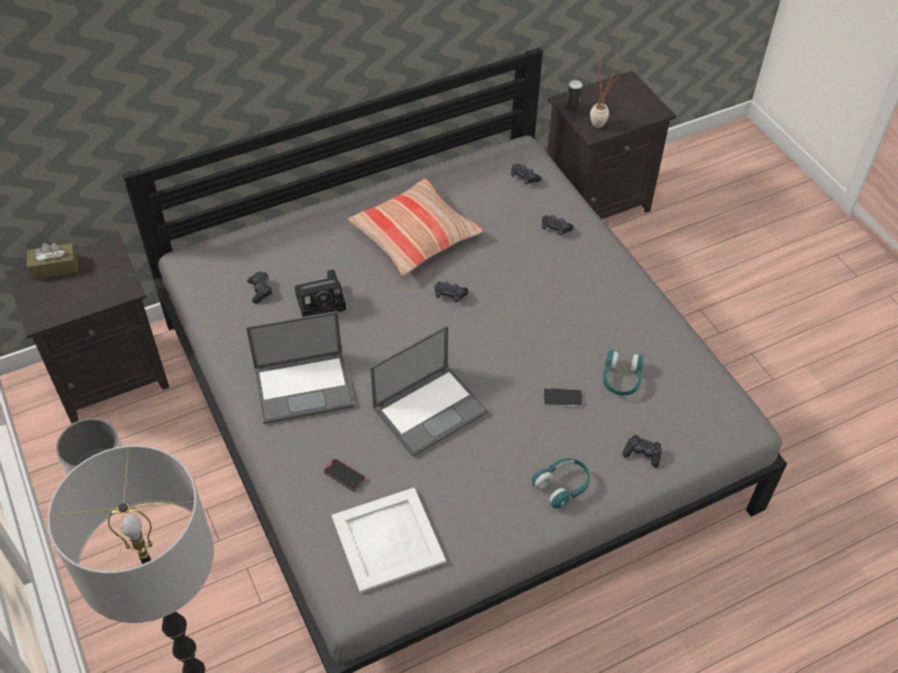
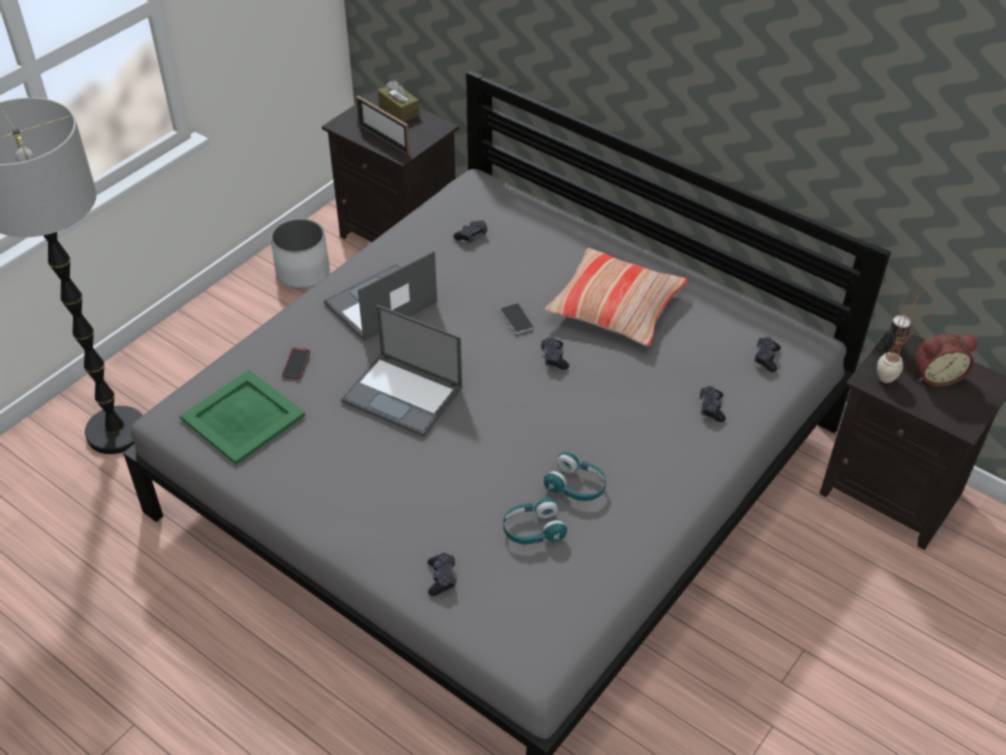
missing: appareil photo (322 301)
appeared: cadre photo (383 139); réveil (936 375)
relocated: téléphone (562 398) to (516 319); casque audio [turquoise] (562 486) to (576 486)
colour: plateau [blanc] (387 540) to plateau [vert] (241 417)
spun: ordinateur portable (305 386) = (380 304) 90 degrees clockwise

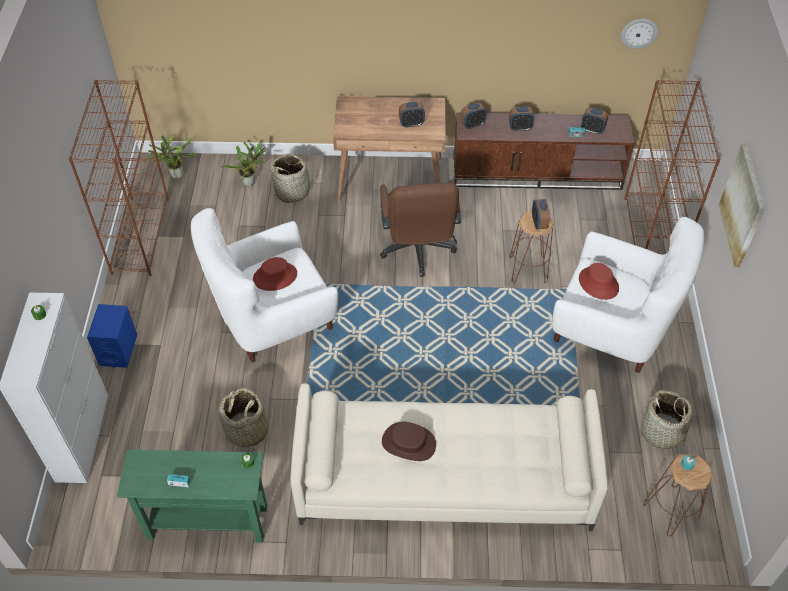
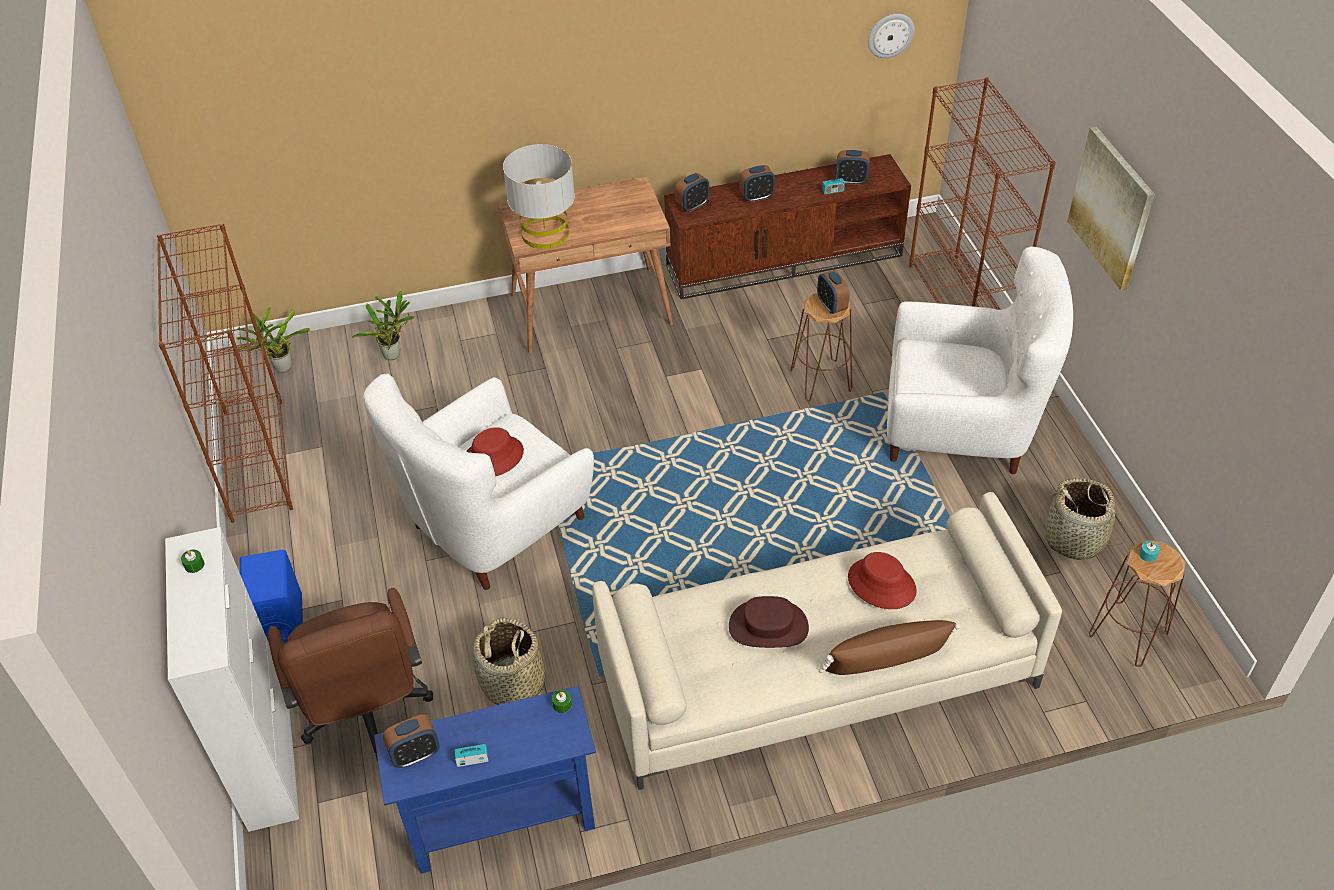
missing: panier (293 191)
appeared: lampe de table [gris] (545 234); coussin [marron] (884 661)
relocated: chaise de bureau [marron] (417 252) to (367 715); réveil (411 124) to (415 754); chapeau [rouge] (598 283) to (881 584)
colour: table console [vert] (207 522) to table console [bleu] (503 824)

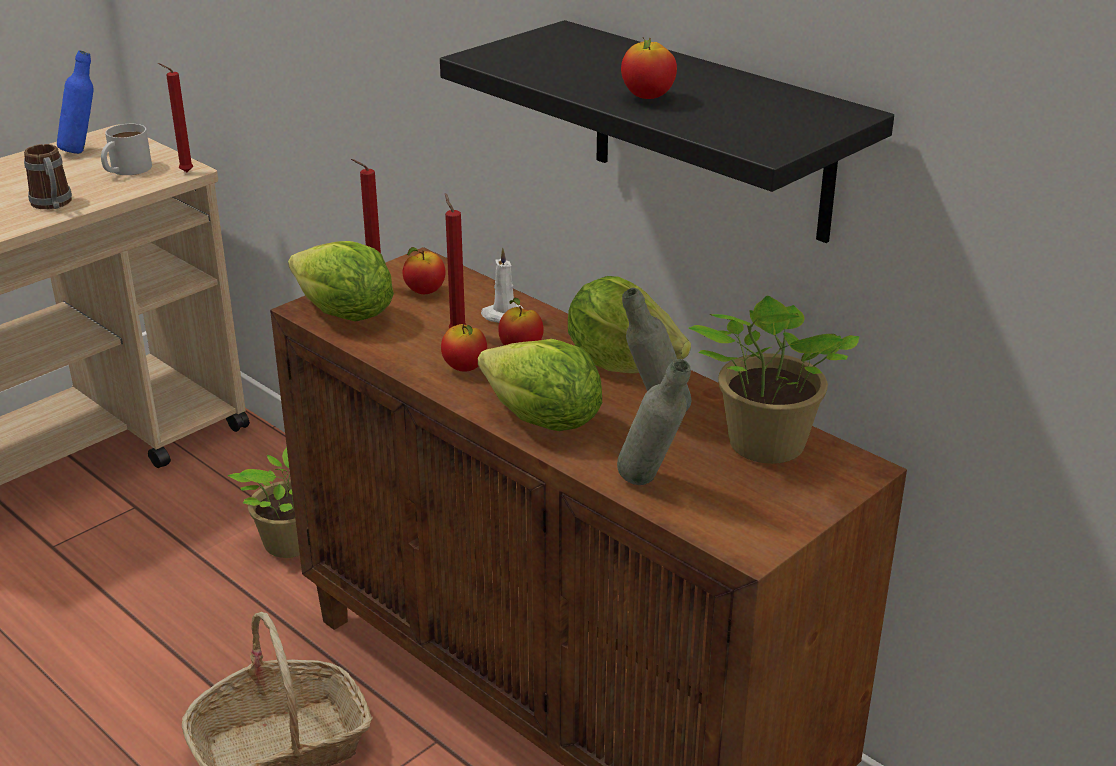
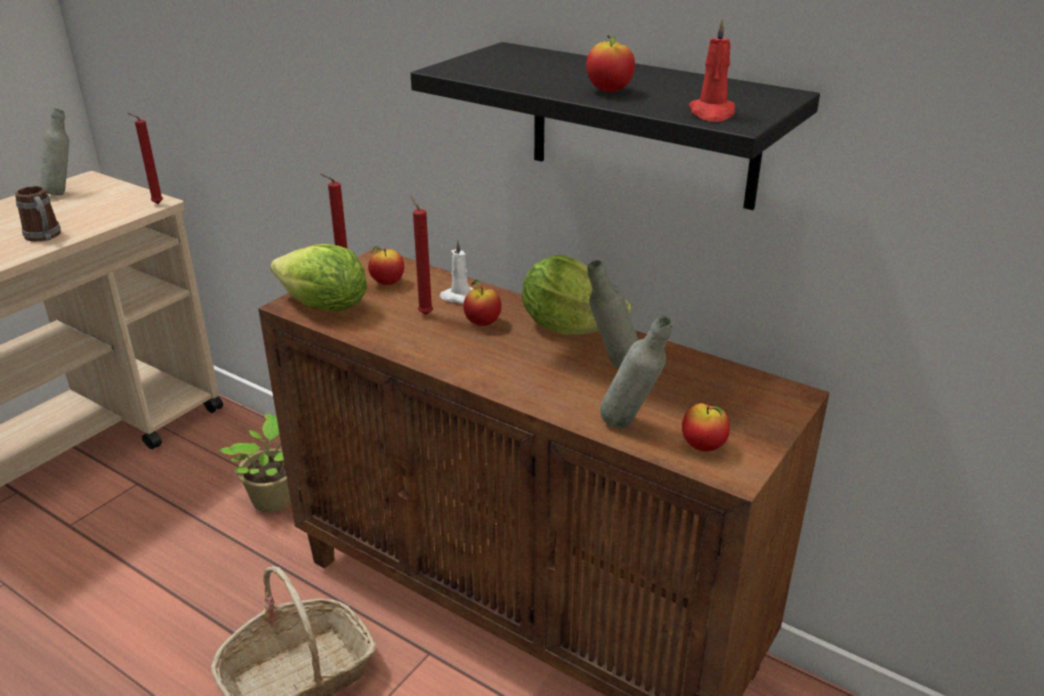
missing: mug [blanc] (125 170); laitue (542 421); plante en pot (762 447)
appeared: bougie [rouge] (712 114)
relocated: pomme (465 368) to (703 447)
colour: bouteille [bleu] (83 150) to bouteille [gris] (64 192)

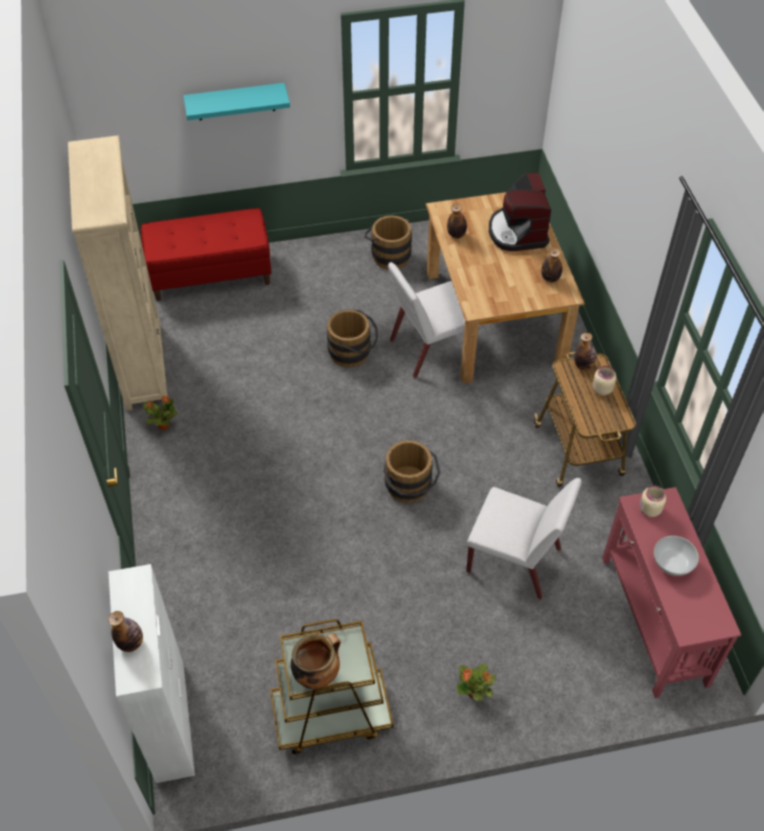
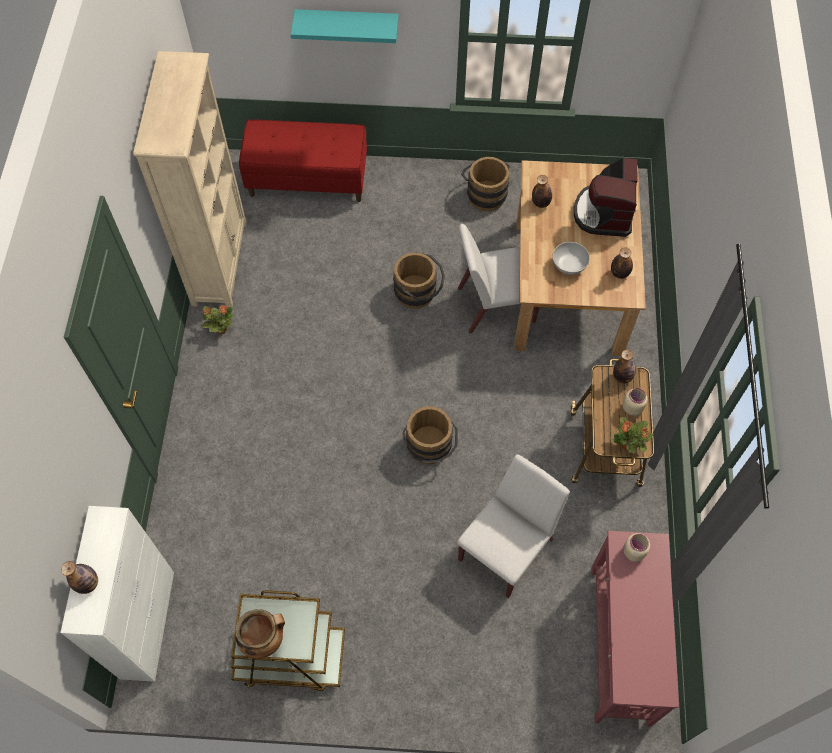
relocated: bol [blanc] (671 564) to (568 266); plante en pot (474 692) to (628 445)
spun: chaise [blanc] (515 560) = (506 548) 90 degrees counterclockwise

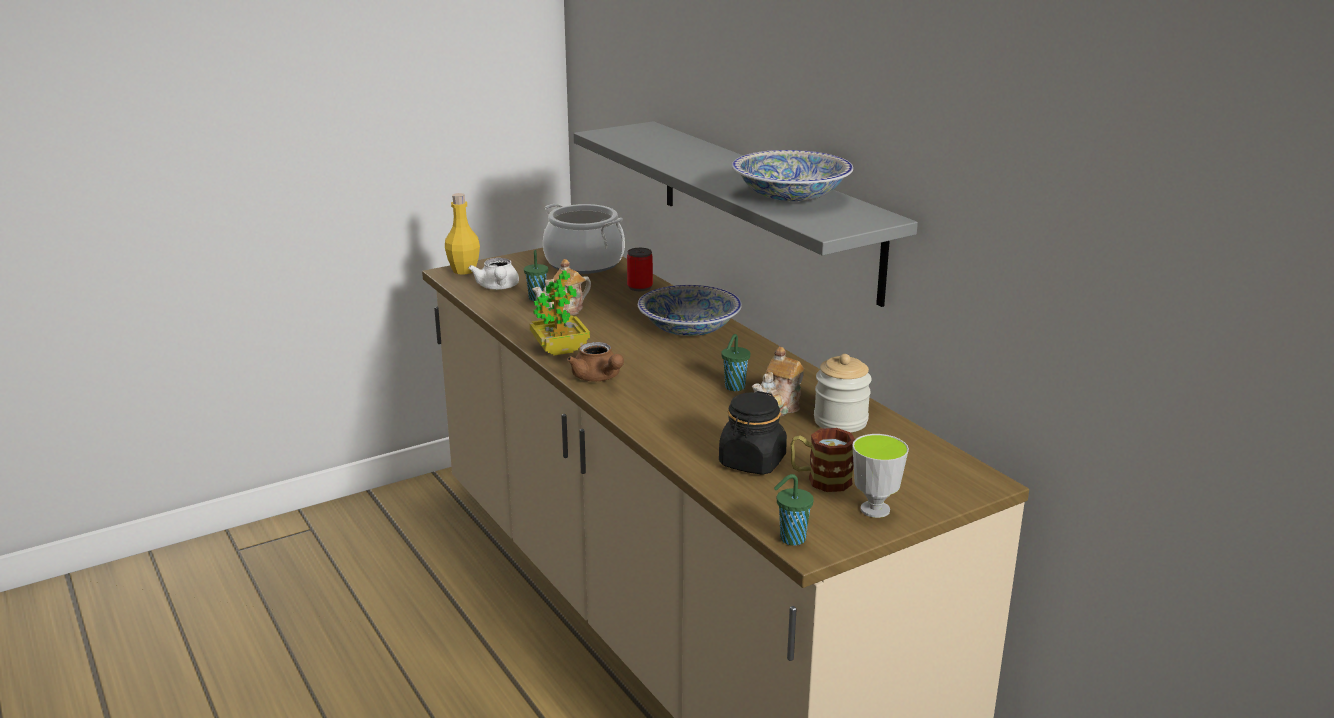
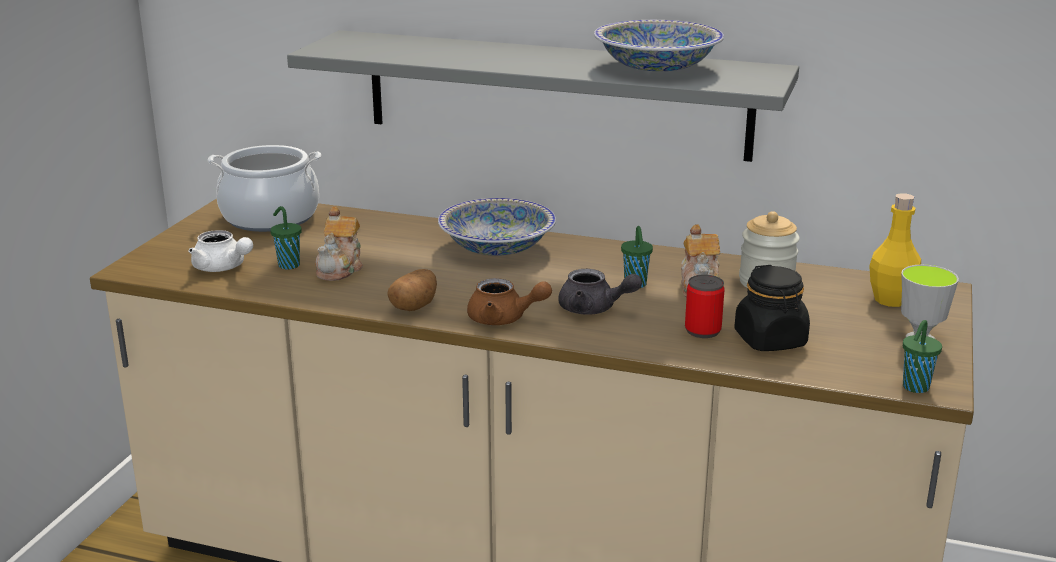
missing: mug (820 479)
appeared: théière [gris] (594 309)
relocated: boîte métallique (640 287) to (702 331); bouteille [jaune] (464 270) to (890 300)
exchanged: plante en pot (560 350) to pomme de terre (414 306)

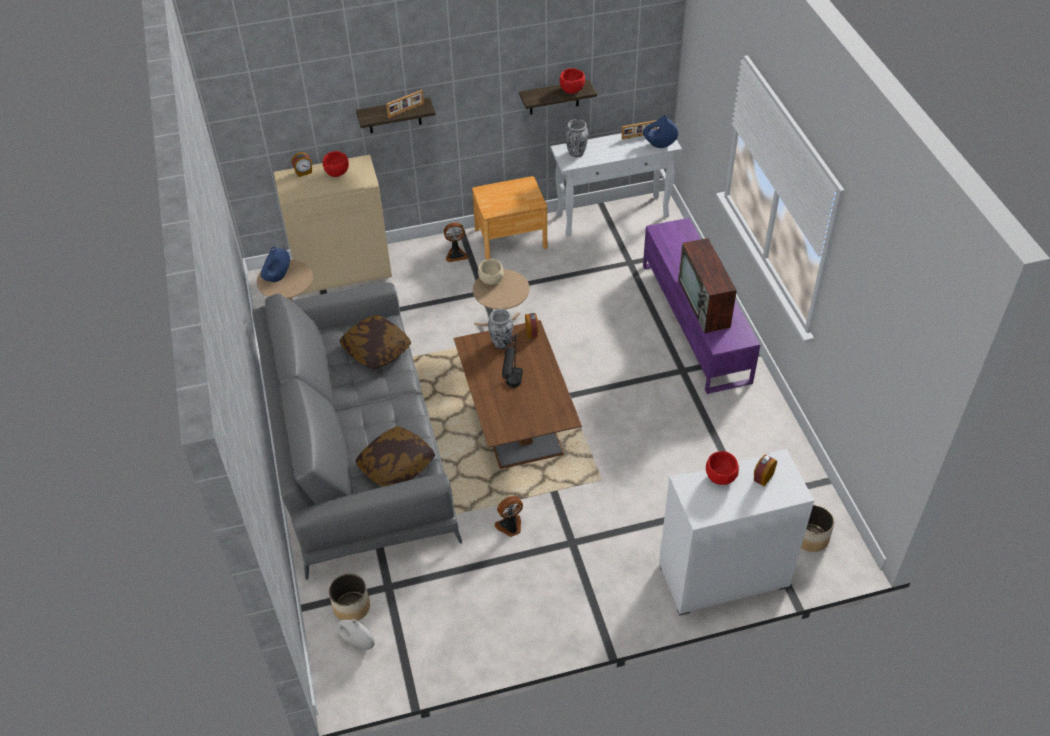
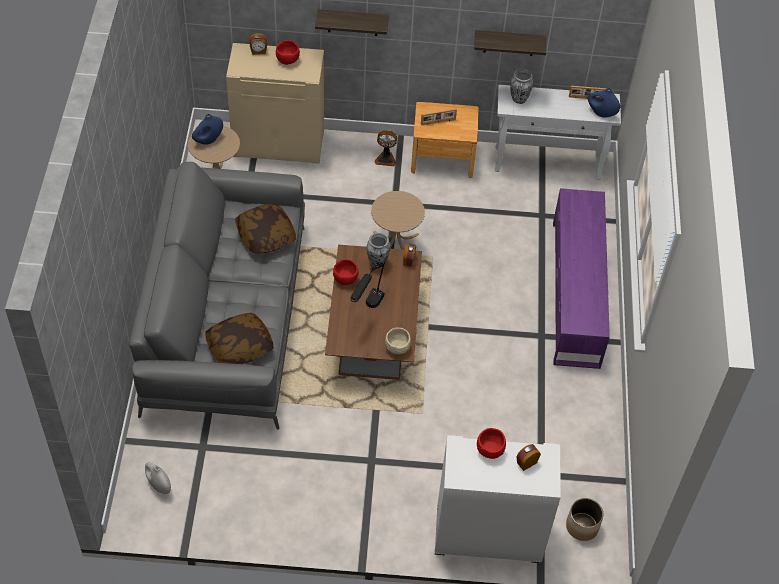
missing: cache-pot (351 607); ventilateur (510 526); téléviseur (704 304)
relocated: bol [rouge] (572 89) to (346 279); bol [beige] (490 280) to (397 347); cadre photo (406 111) to (438 122)

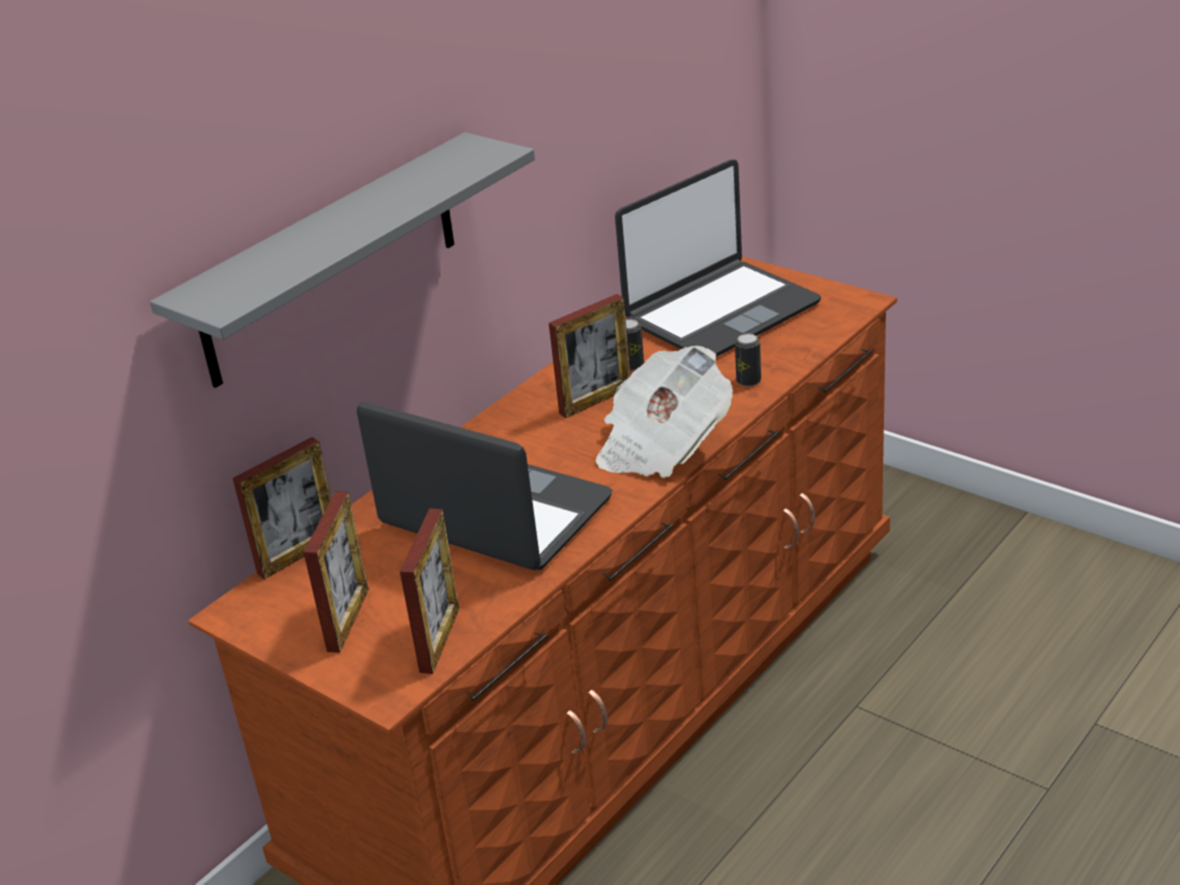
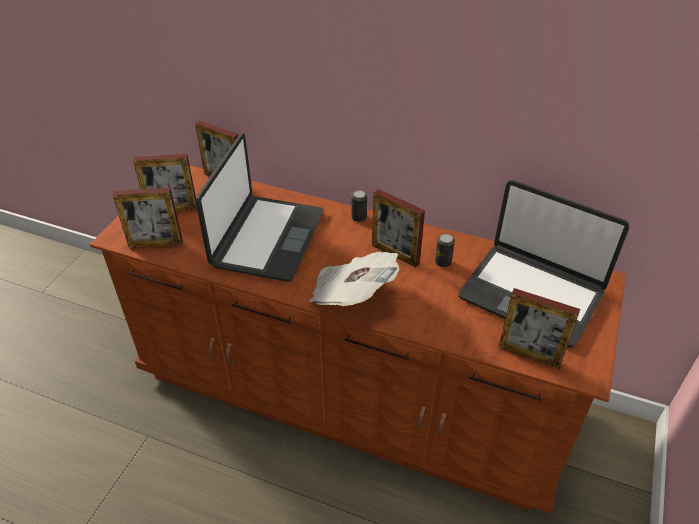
missing: étagère [gris] (330 261)
appeared: cadre photo (529 354)
relocated: boîte métallique (748 381) to (359 218)

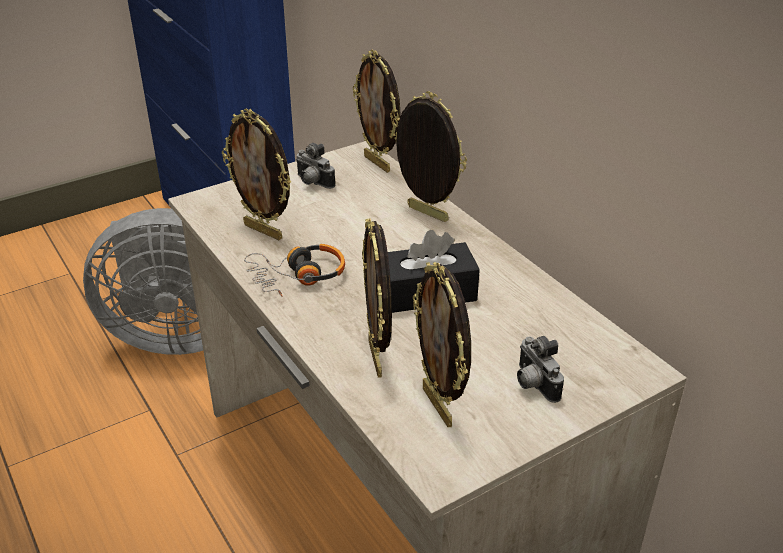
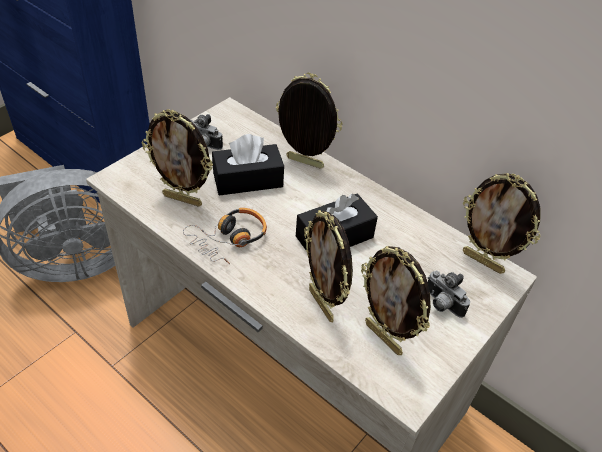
appeared: boîte à mouchoirs [noir] (248 180)
relocated: cadre photo (378 163) to (483 261)

